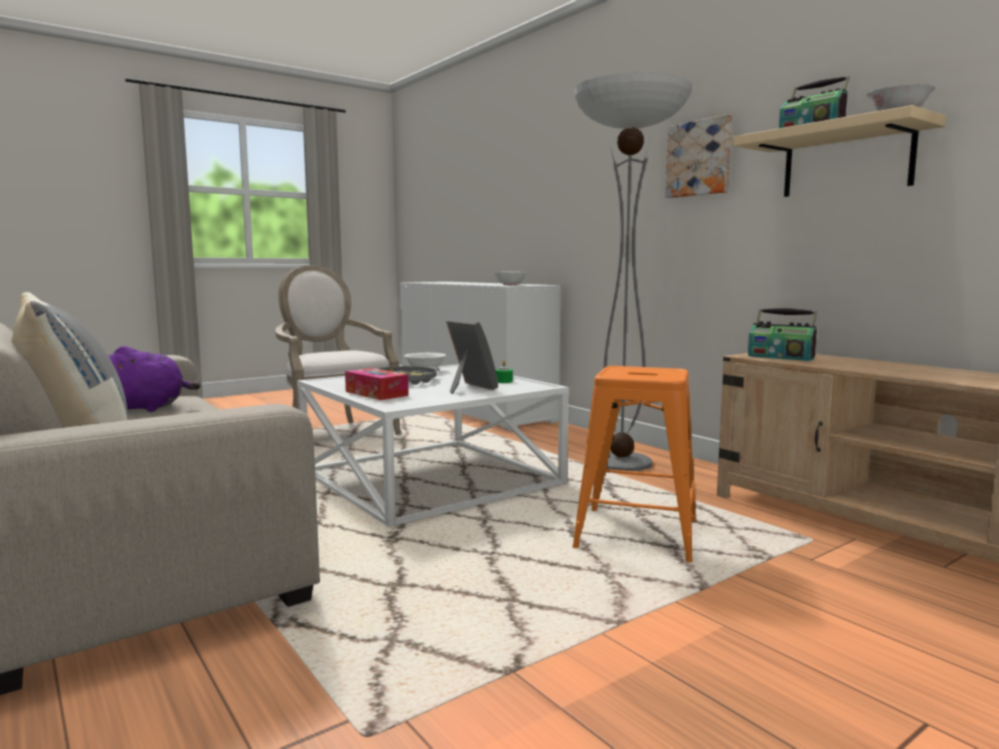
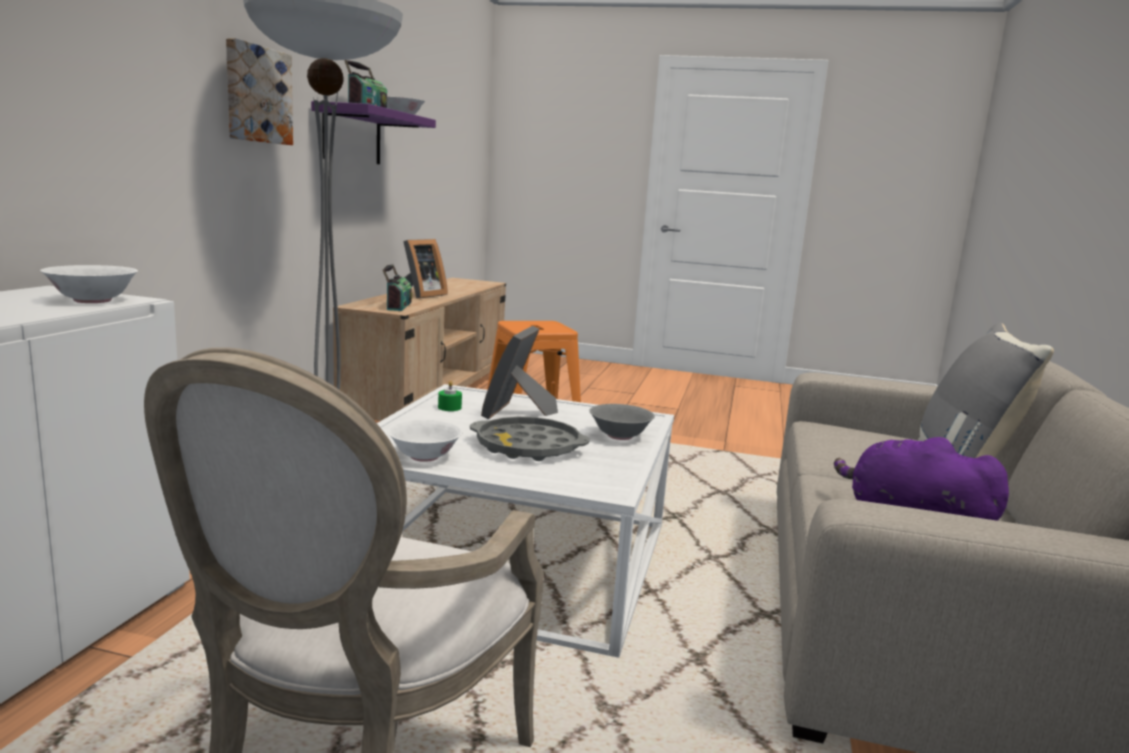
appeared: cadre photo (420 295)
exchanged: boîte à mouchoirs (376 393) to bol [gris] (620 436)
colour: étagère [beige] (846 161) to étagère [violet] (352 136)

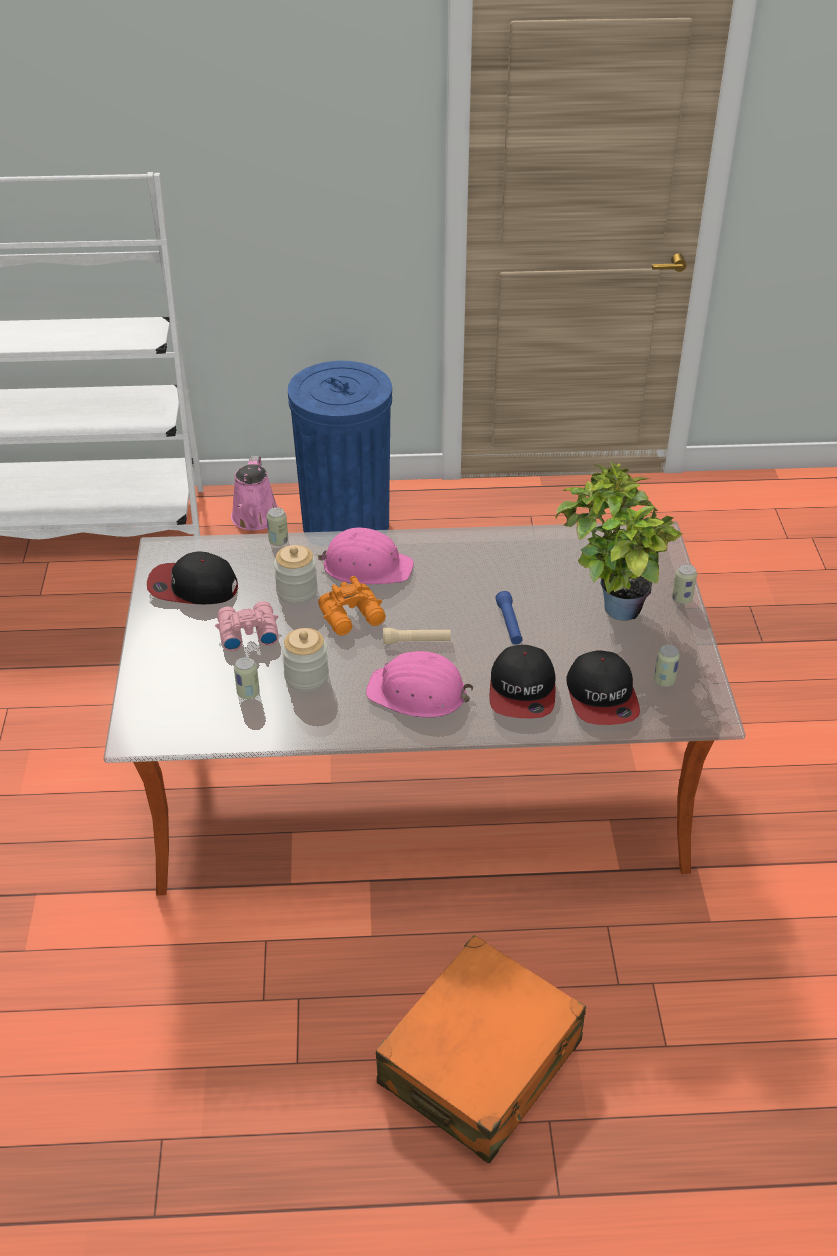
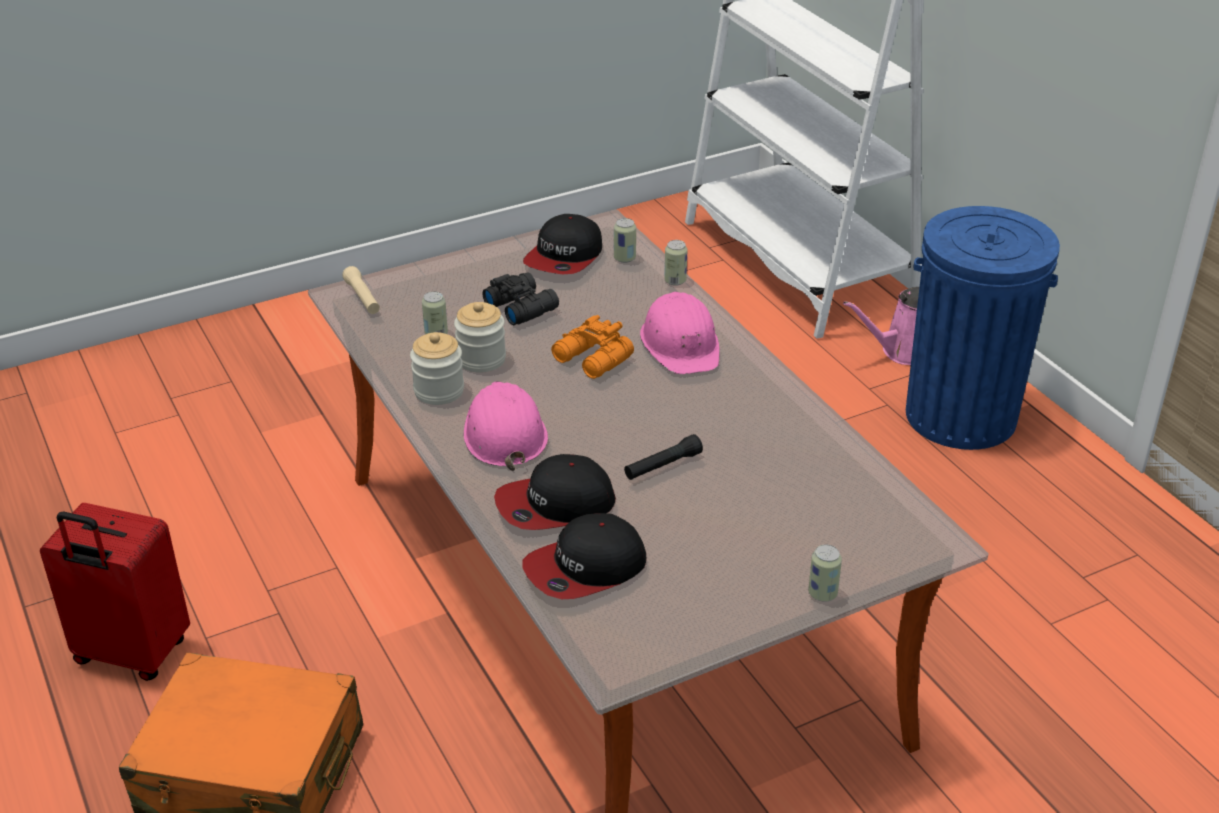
missing: plante en pot (611 608)
appeared: valise [rouge] (131 654)
relocated: lampe de poche [beige] (416 641) to (362 298); bocal (297 591) to (439 391); boîte métallique (664 681) to (624 258)
colour: jumelles [rose] (246 633) to jumelles [noir] (521 306); lampe de poche [bleu] (509 624) to lampe de poche [noir] (662 466)
spun: casquette (192 587) = (564 257) 135 degrees counterclockwise

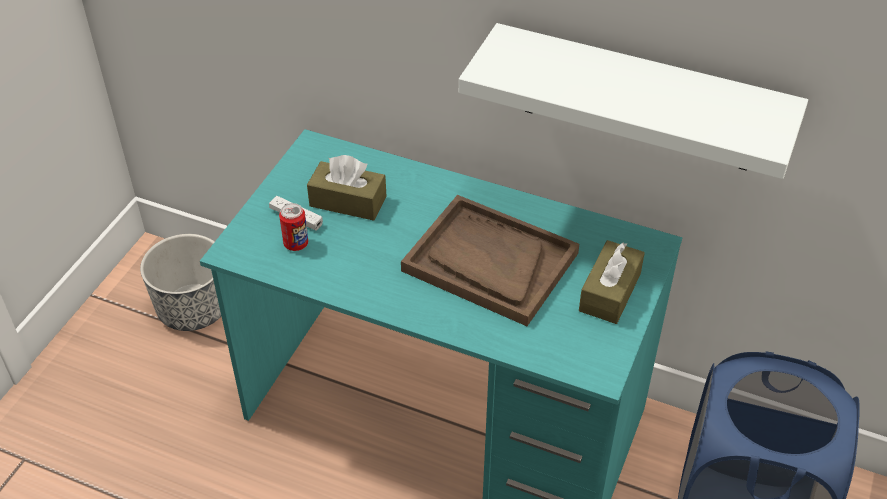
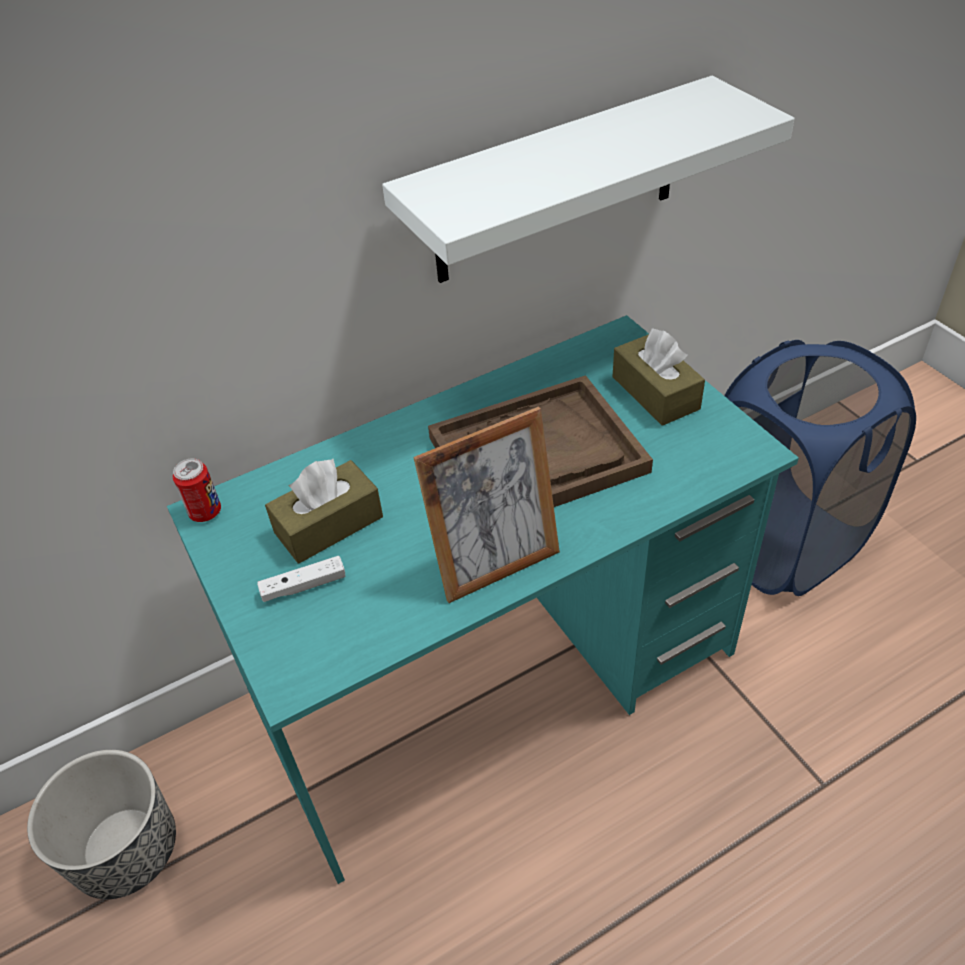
appeared: cadre photo (496 564)
relocated: boîte métallique (296 244) to (205 512)

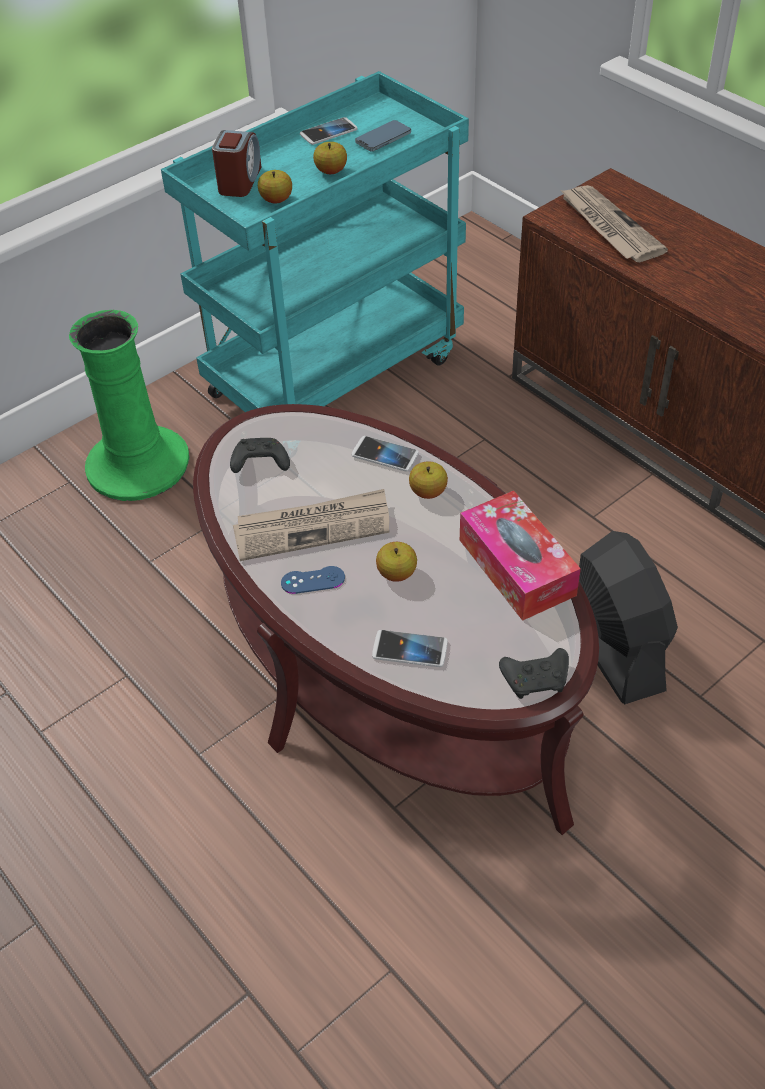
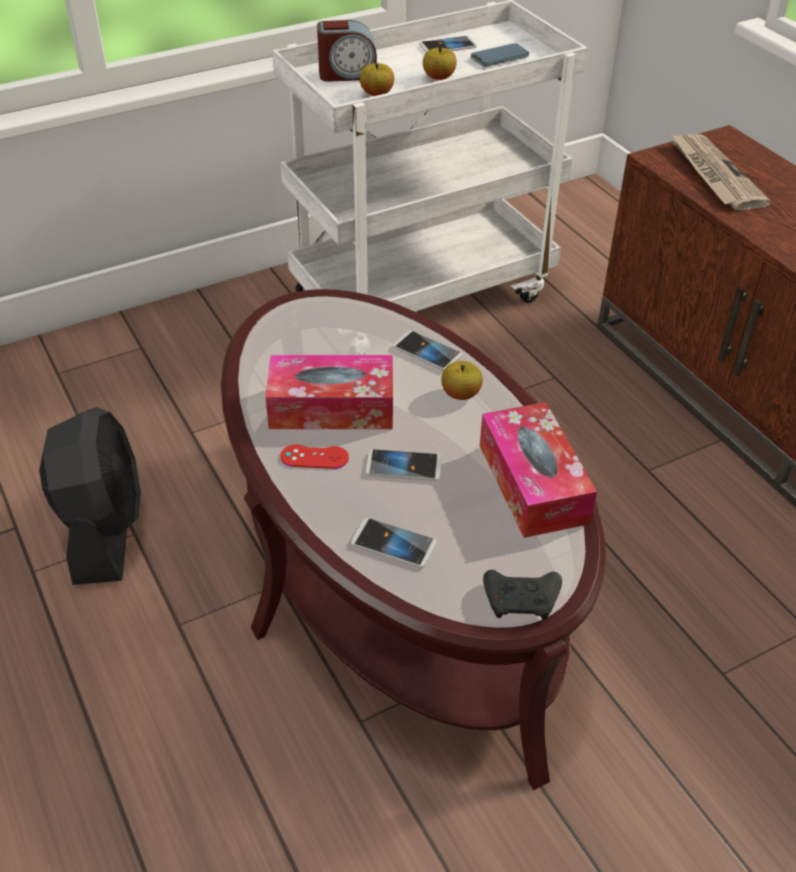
missing: vase [vert] (138 464); manette [noir] (259 463)
relocated: ventilateur [noir] (613 645) to (104 529)
exchanged: journal (313 527) to boîte à mouchoirs (331 407); pomme (397 573) to téléphone (403 466)
colour: chariot [turquoise] (335 373) to chariot [blanc] (423 294); manette [bleu] (313 580) to manette [rouge] (314 457)
spun: réveil (239 181) = (347 74) 60 degrees clockwise

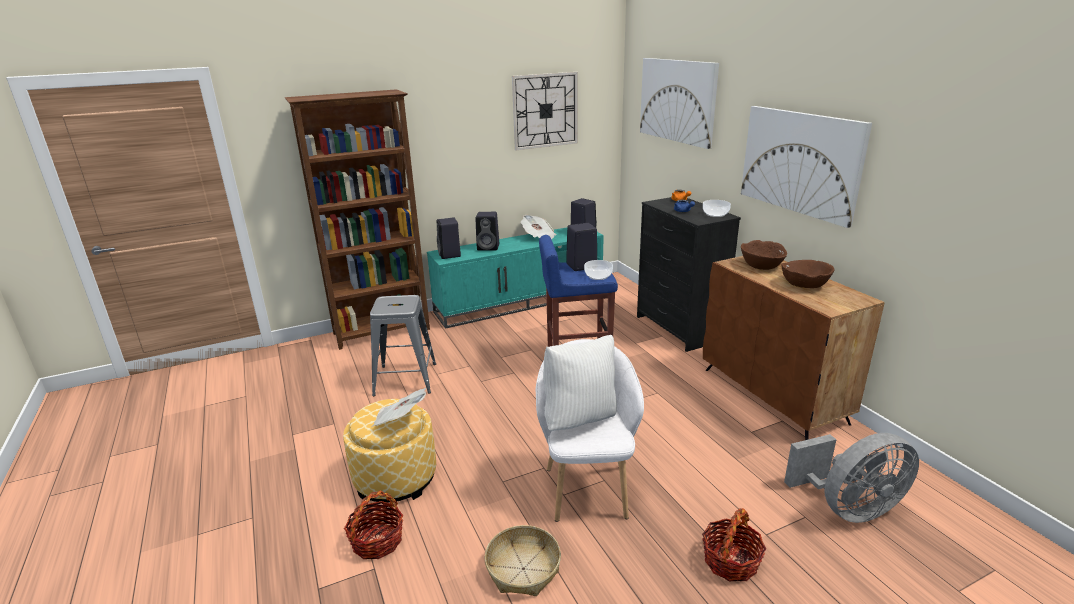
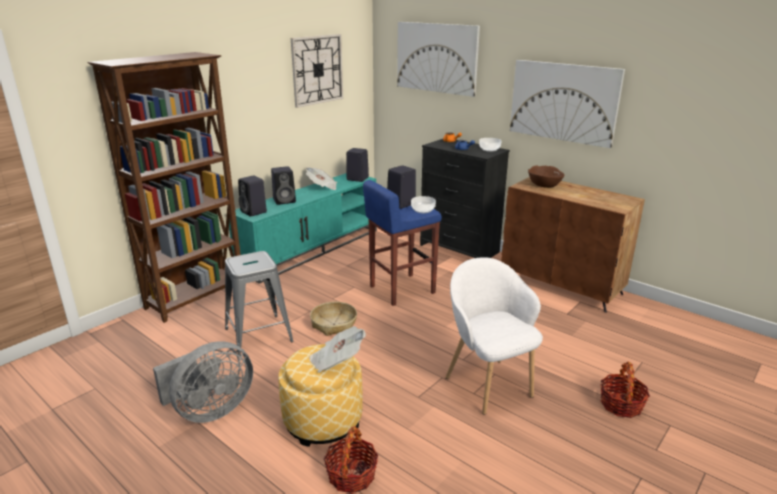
missing: coussin [blanc] (580 418); bol [marron] (804 284)
relocated: ventilateur [gris] (849 508) to (210 410); panier (523 569) to (334 324)

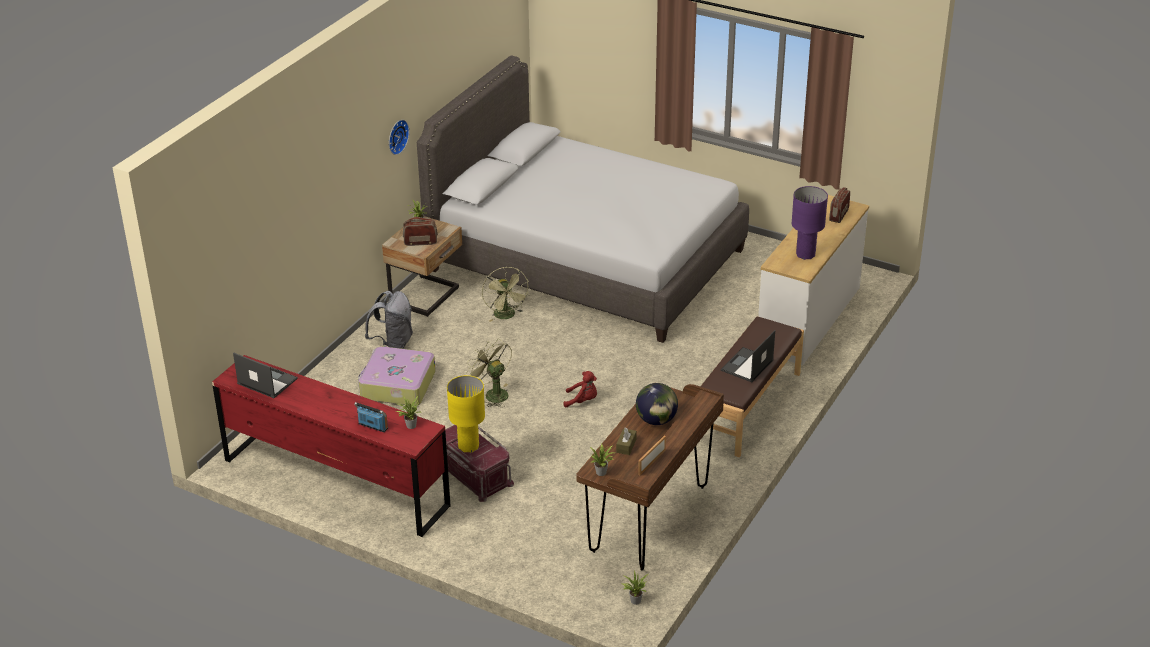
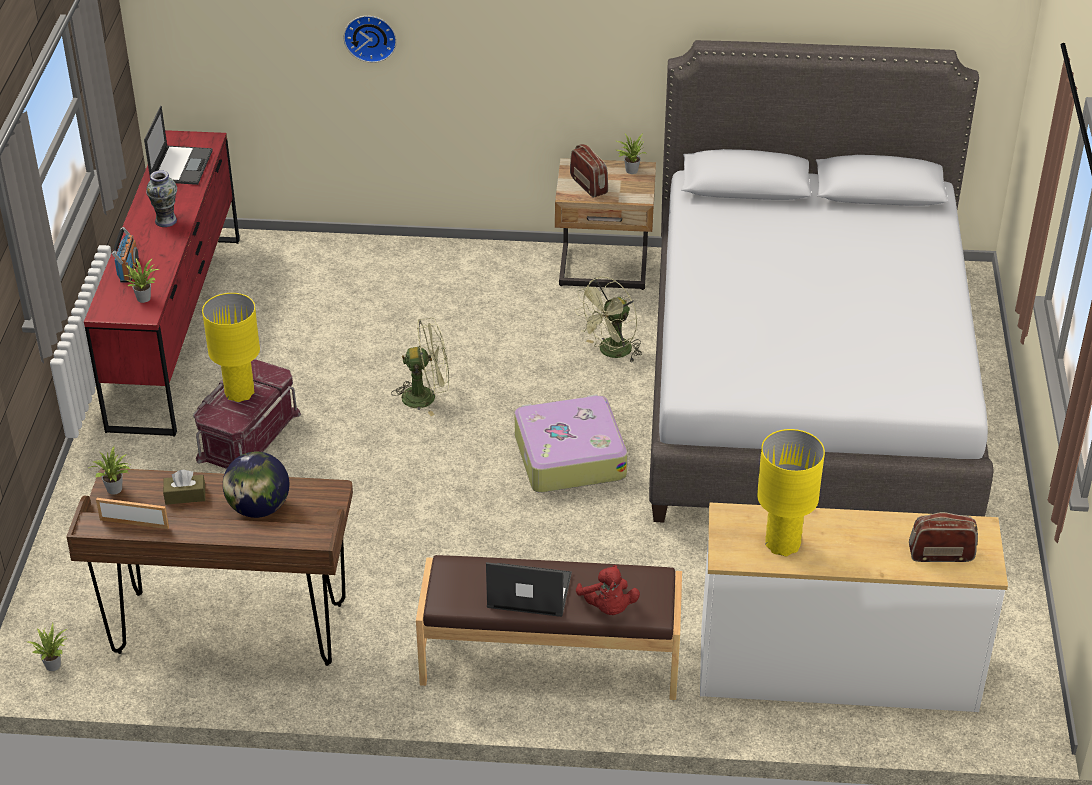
missing: sac à dos [gris] (393 345)
appeared: vase (165 220)
relocated: horloge murale (396 136) to (370 36); valise (397 385) to (568 456); peluche [rouge] (582 401) to (608 607)
colour: lampe de table [violet] (805 254) to lampe de table [jaune] (782 544)
spun: ventilateur [vert] (492 394) = (426 396) 60 degrees clockwise

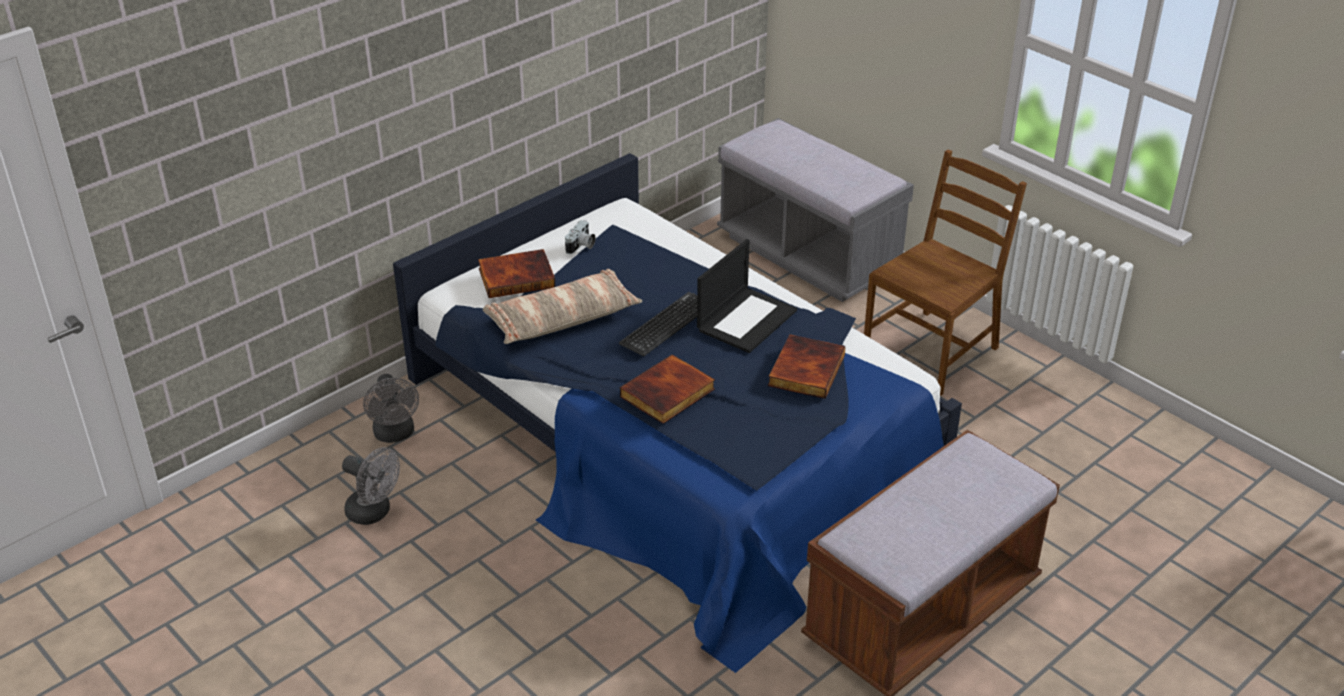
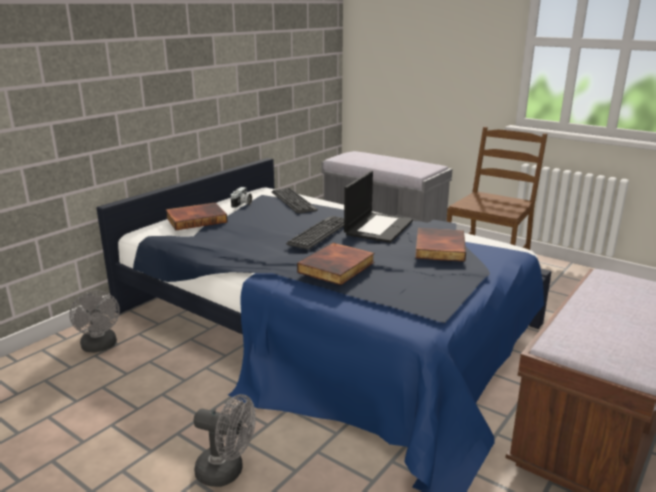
missing: coussin (562 319)
appeared: clavier (293 201)
relocated: ventilateur [gris] (374 513) to (227 472)

